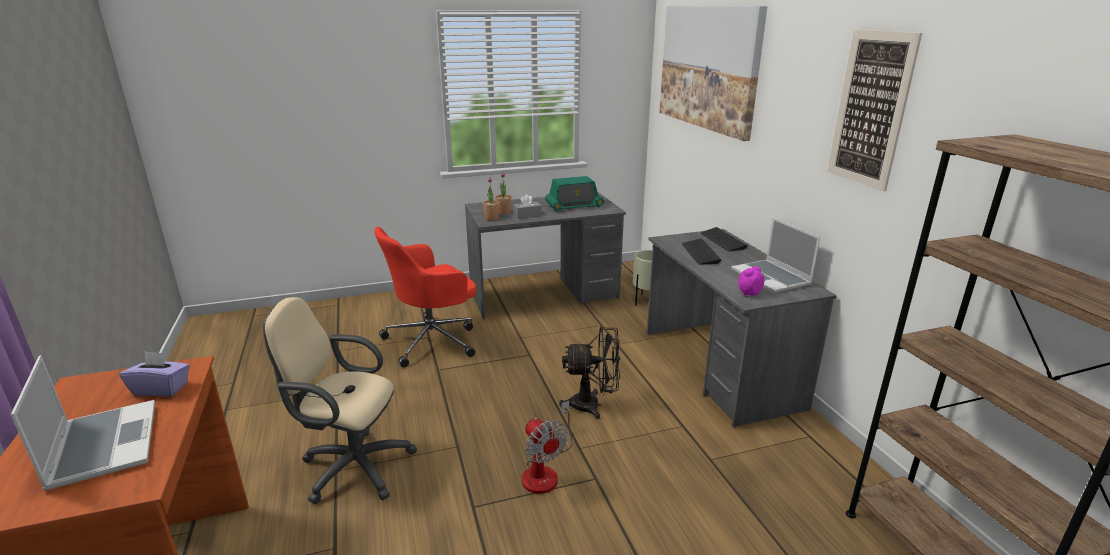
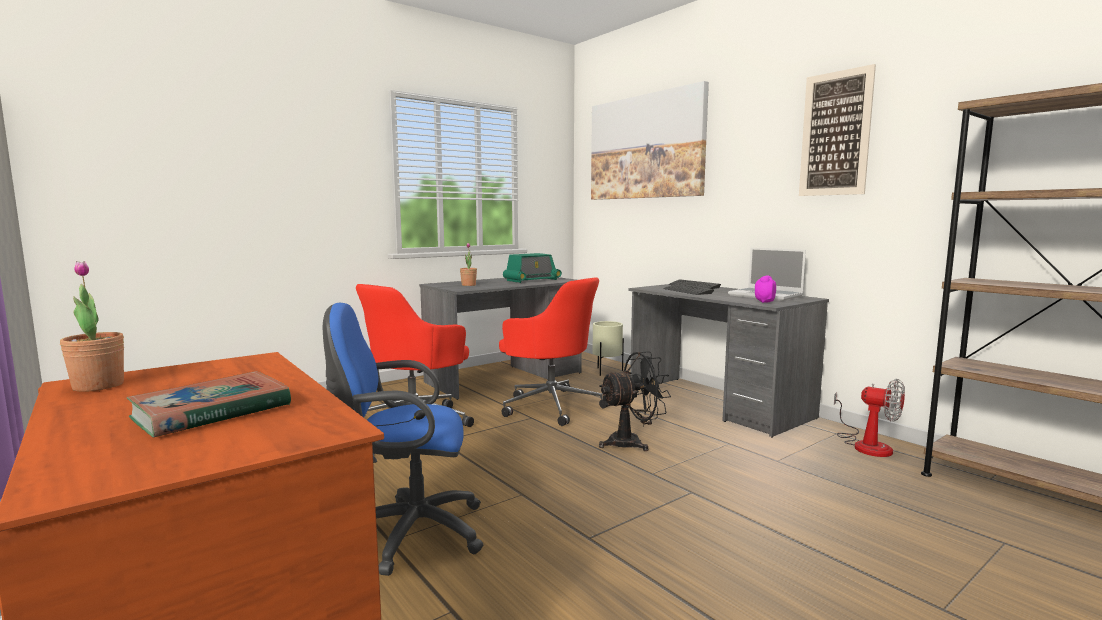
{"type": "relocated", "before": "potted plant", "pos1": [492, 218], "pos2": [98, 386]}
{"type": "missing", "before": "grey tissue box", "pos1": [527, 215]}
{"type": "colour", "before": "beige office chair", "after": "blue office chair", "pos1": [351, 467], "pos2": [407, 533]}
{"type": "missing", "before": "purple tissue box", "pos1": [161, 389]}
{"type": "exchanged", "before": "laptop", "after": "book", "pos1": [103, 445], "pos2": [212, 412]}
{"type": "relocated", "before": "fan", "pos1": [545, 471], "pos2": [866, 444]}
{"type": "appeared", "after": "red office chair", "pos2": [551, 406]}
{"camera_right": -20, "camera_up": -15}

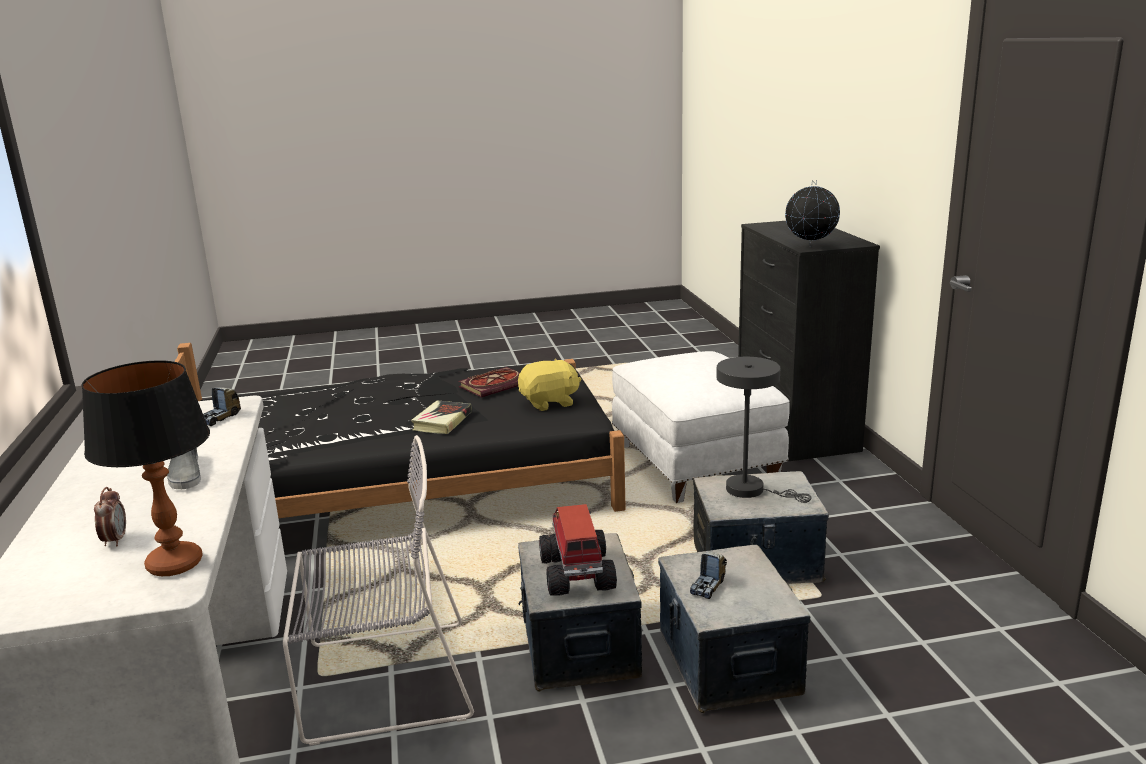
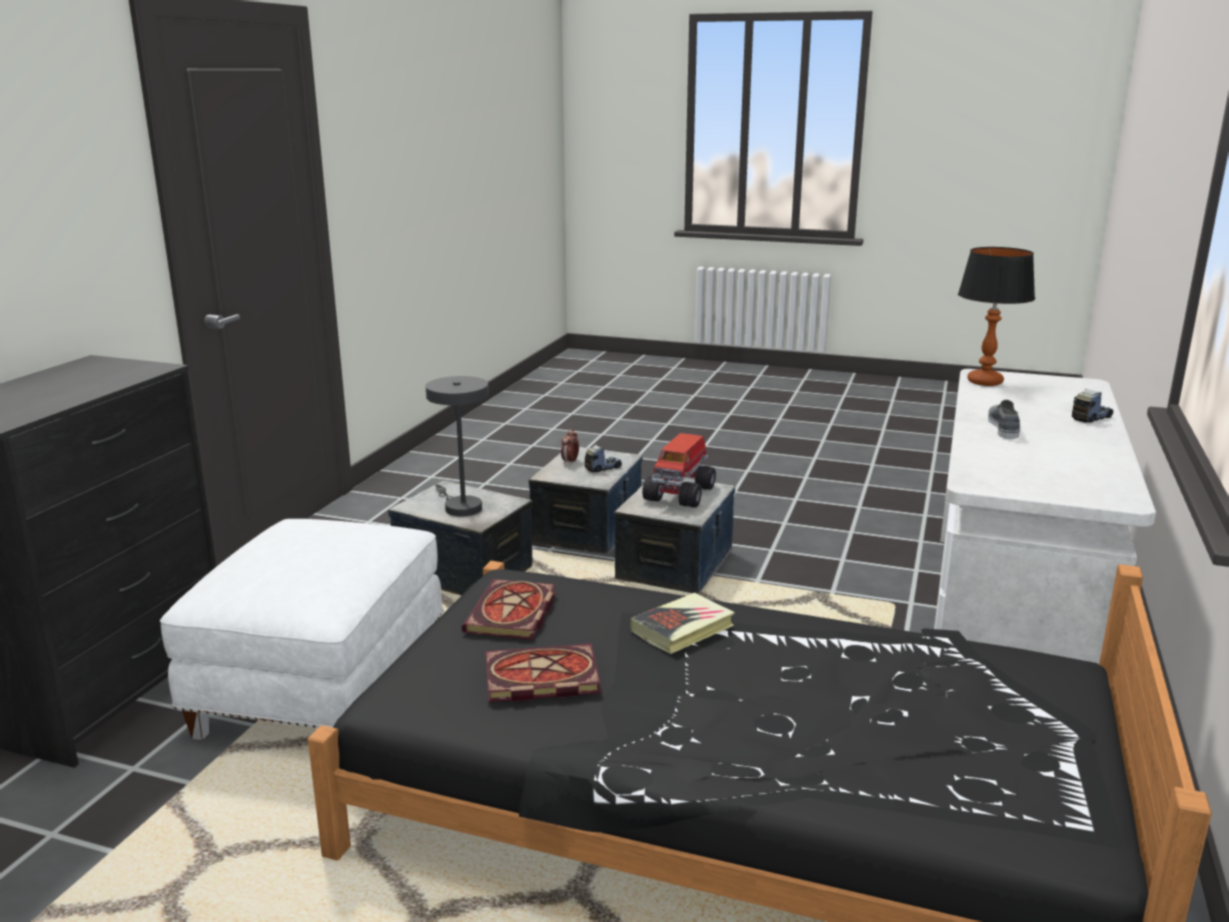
{"type": "missing", "before": "globe", "pos1": [810, 247]}
{"type": "exchanged", "before": "yellow plush toy", "after": "book", "pos1": [549, 403], "pos2": [513, 614]}
{"type": "relocated", "before": "toy truck", "pos1": [219, 418], "pos2": [1091, 418]}
{"type": "missing", "before": "grey chair", "pos1": [380, 681]}
{"type": "relocated", "before": "alarm clock", "pos1": [115, 540], "pos2": [570, 462]}
{"camera_right": -150, "camera_up": 0}

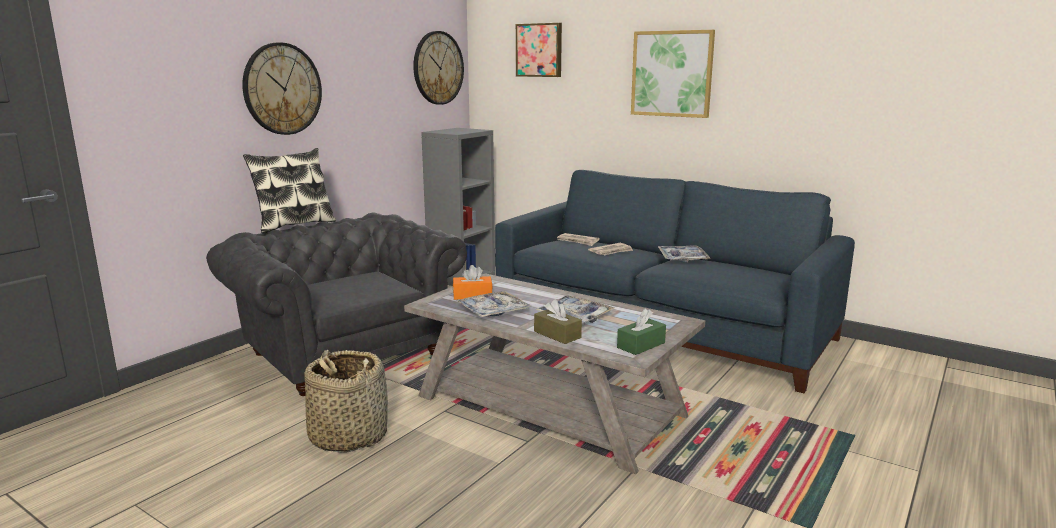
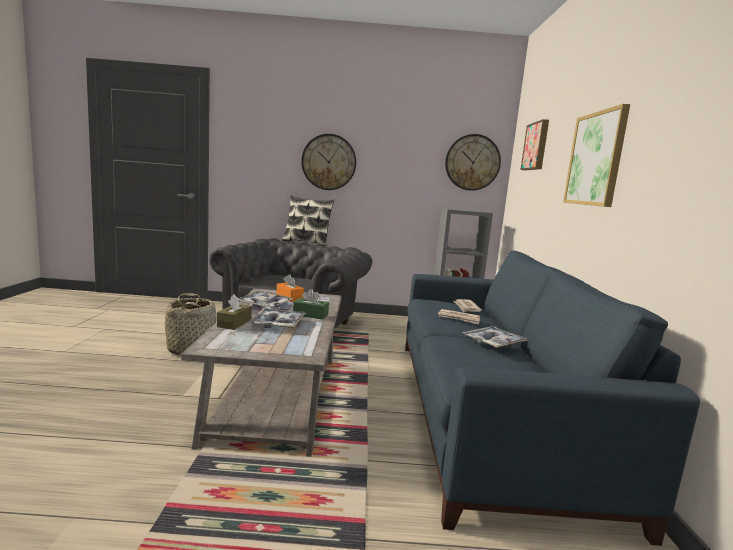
{"type": "relocated", "before": "green tissue box", "pos1": [641, 345], "pos2": [310, 315]}
{"camera_right": 55, "camera_up": -5}

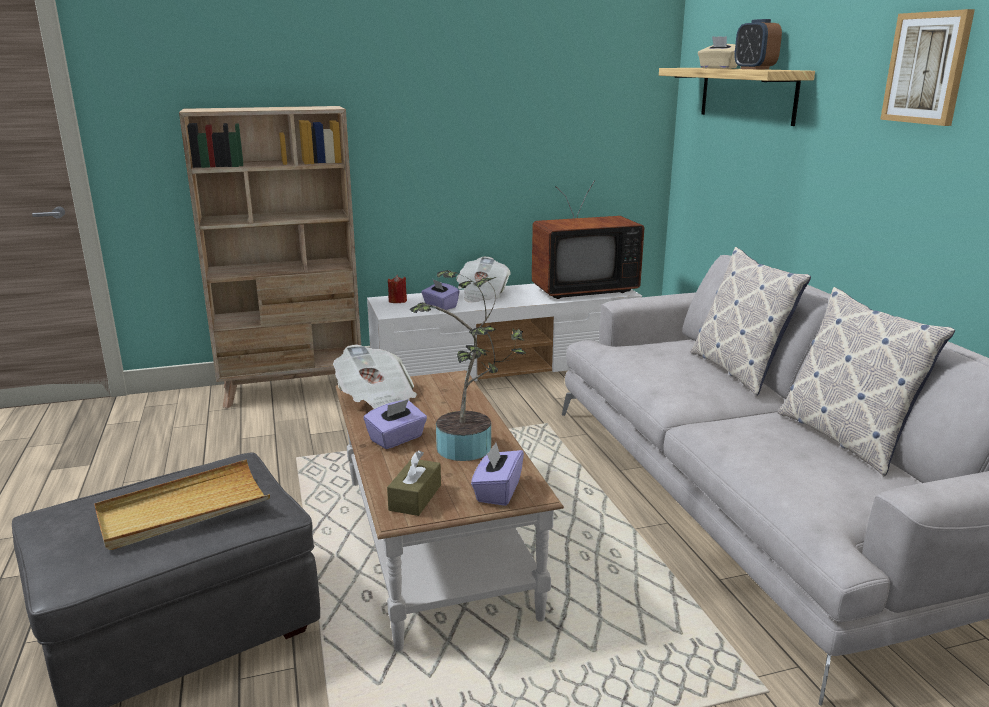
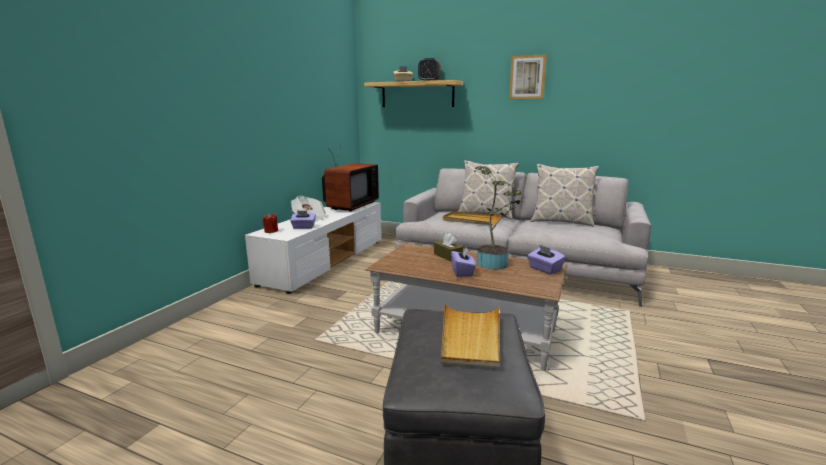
{"type": "missing", "before": "beige bookcase", "pos1": [293, 389]}
{"type": "missing", "before": "newspaper", "pos1": [376, 400]}
{"type": "relocated", "before": "brown tissue box", "pos1": [415, 497], "pos2": [448, 256]}
{"type": "appeared", "after": "beige tray", "pos2": [471, 220]}
{"camera_right": -50, "camera_up": -5}

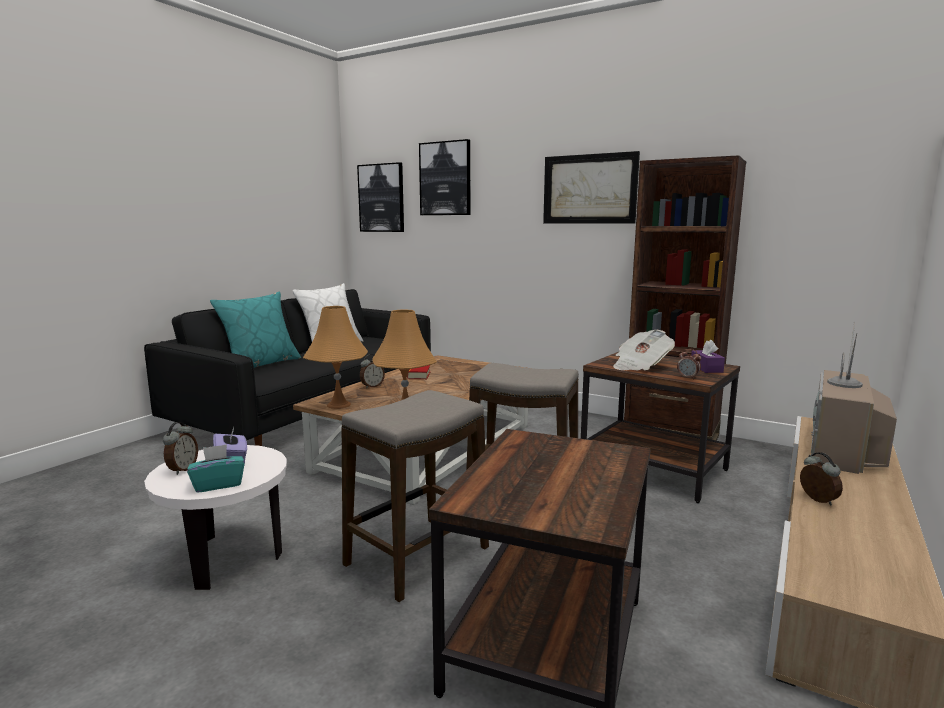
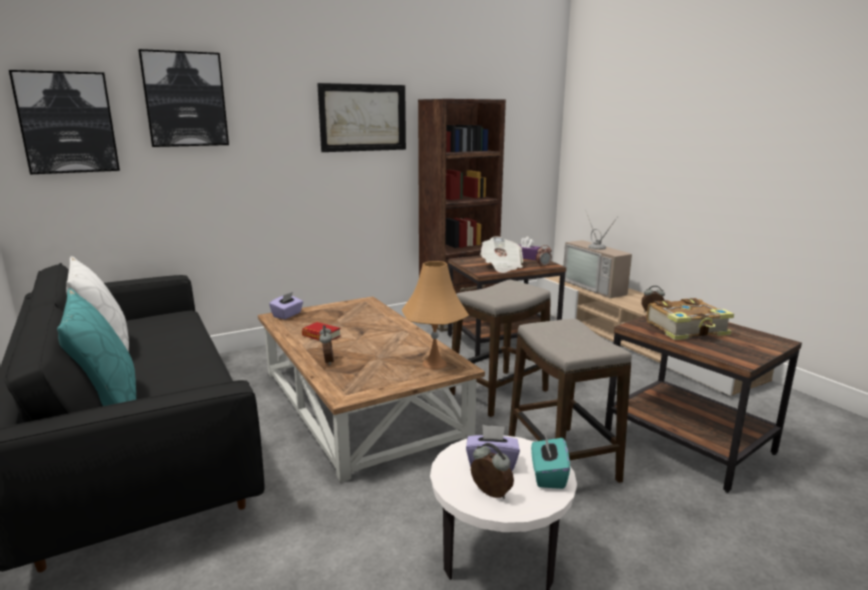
{"type": "missing", "before": "orange table lamp", "pos1": [338, 405]}
{"type": "appeared", "after": "purple tissue box", "pos2": [287, 315]}
{"type": "appeared", "after": "book", "pos2": [688, 329]}
{"camera_right": -60, "camera_up": 5}

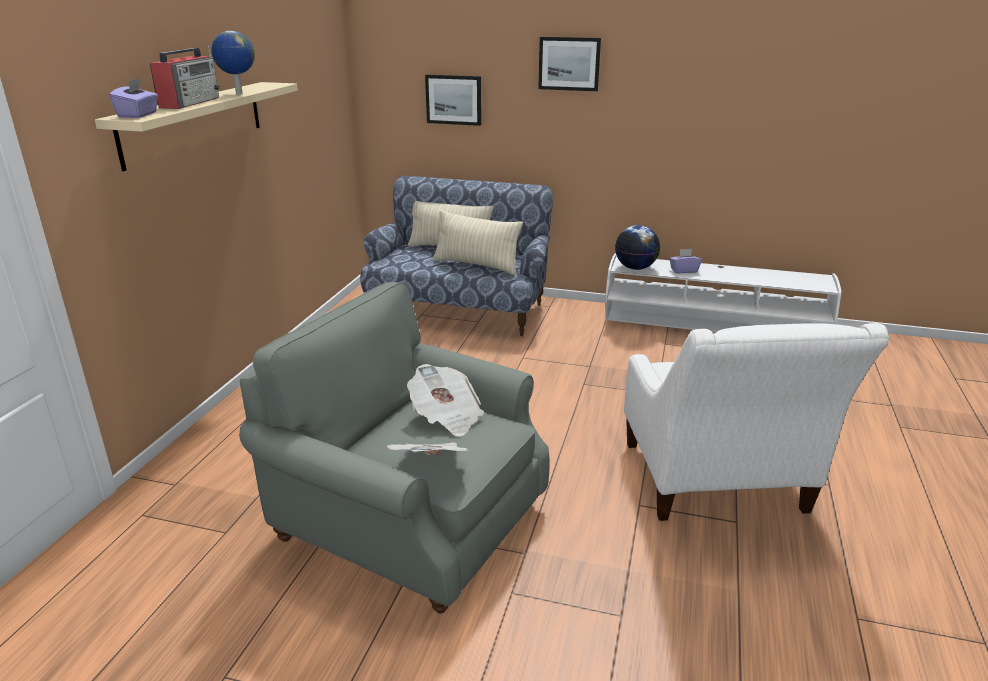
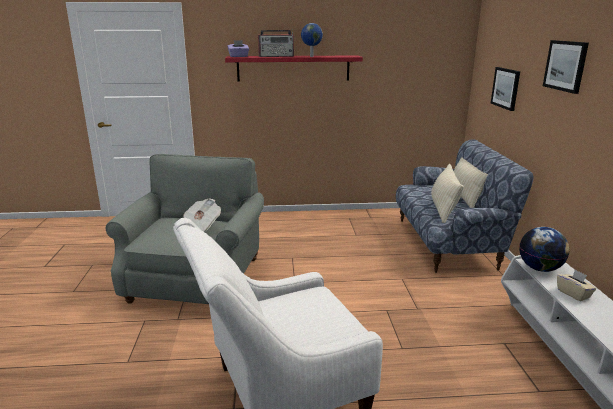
{"type": "colour", "before": "beige shelf", "after": "red shelf", "pos1": [194, 122], "pos2": [293, 68]}
{"type": "colour", "before": "purple tissue box", "after": "beige tissue box", "pos1": [683, 270], "pos2": [573, 294]}
{"type": "missing", "before": "newspaper", "pos1": [432, 465]}
{"camera_right": 70, "camera_up": -5}

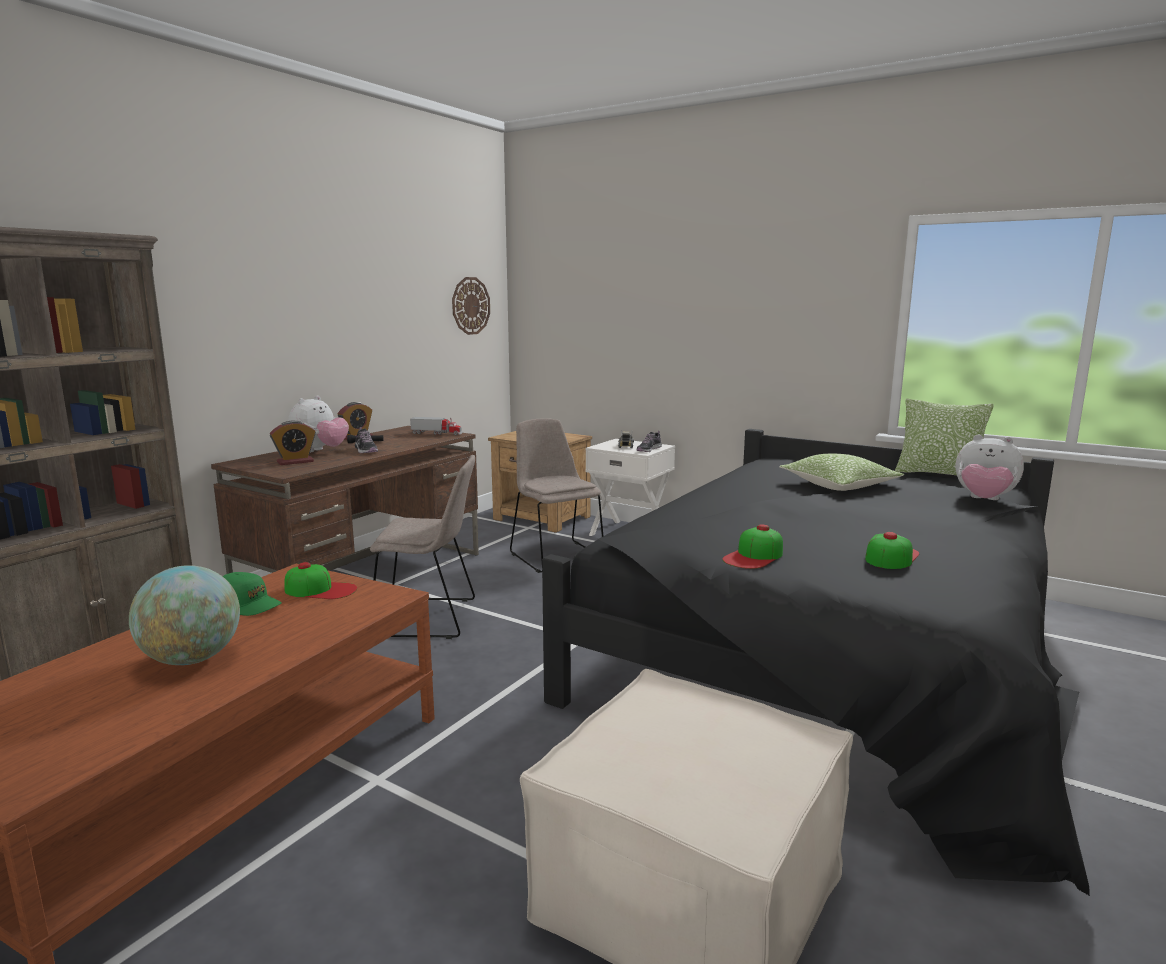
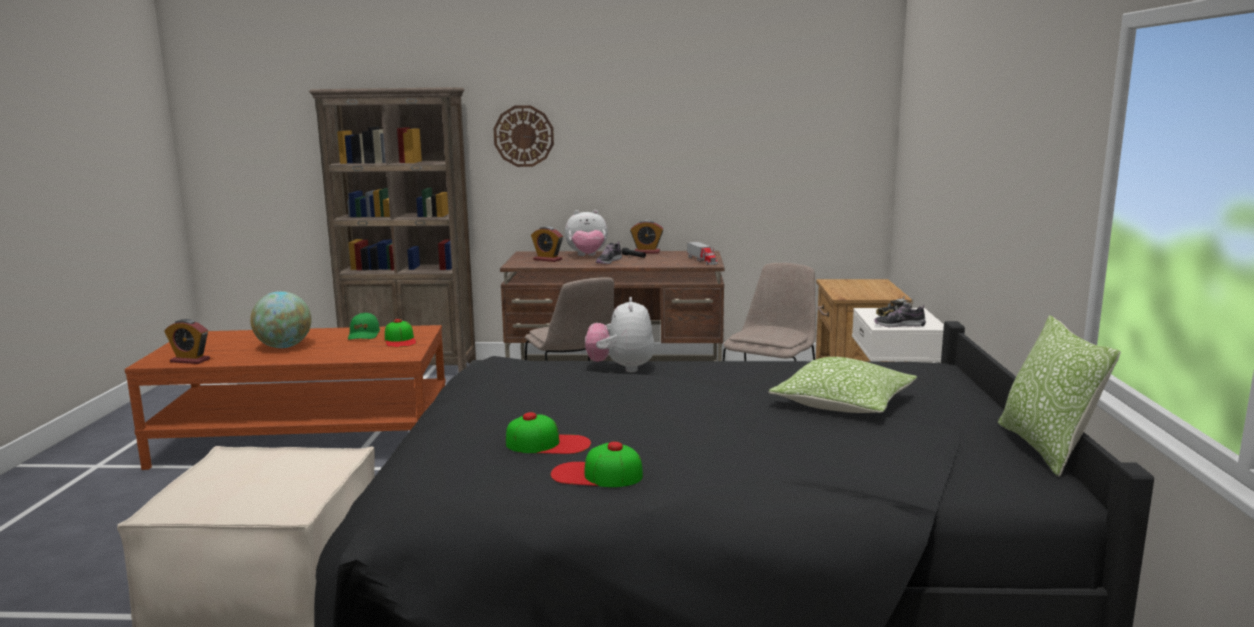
{"type": "relocated", "before": "wall clock", "pos1": [470, 306], "pos2": [523, 136]}
{"type": "relocated", "before": "plush toy", "pos1": [984, 500], "pos2": [621, 368]}
{"type": "relocated", "before": "cap", "pos1": [754, 556], "pos2": [596, 474]}
{"type": "appeared", "after": "alarm clock", "pos2": [190, 360]}
{"camera_right": 60, "camera_up": 0}

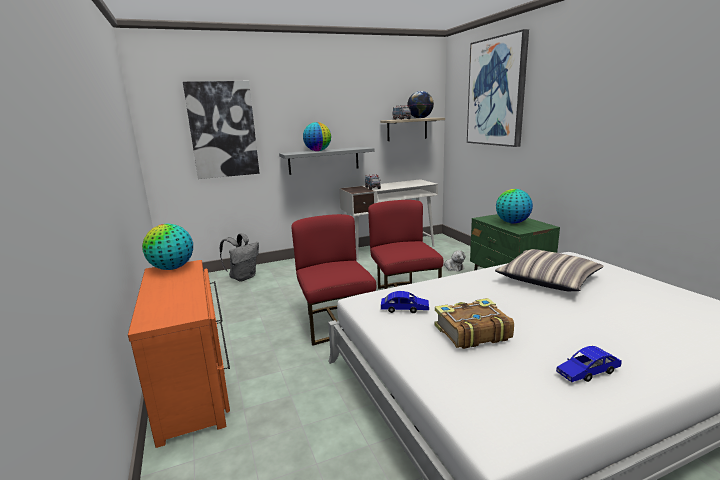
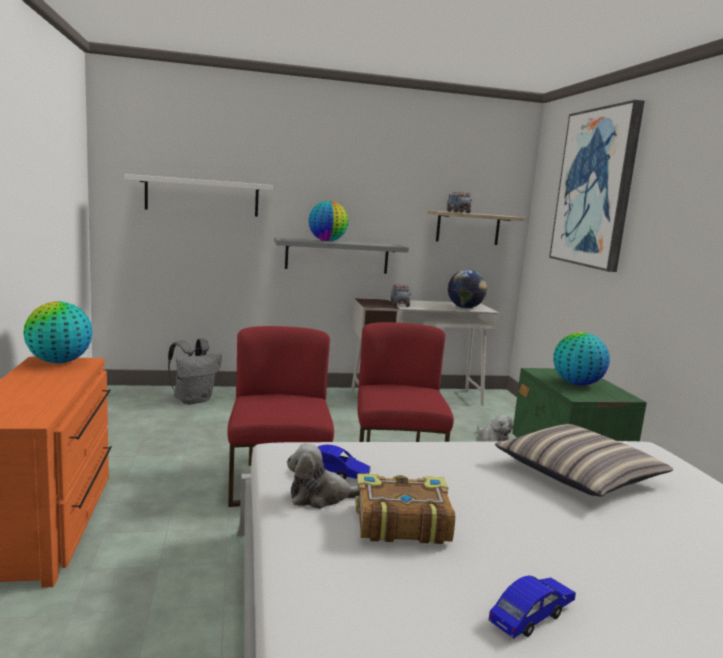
{"type": "exchanged", "before": "picture", "after": "white shelf", "pos1": [223, 130], "pos2": [202, 196]}
{"type": "relocated", "before": "globe", "pos1": [420, 118], "pos2": [465, 308]}
{"type": "spun", "before": "blue toy car", "pos1": [588, 372], "pos2": [532, 615], "turn": 150}
{"type": "appeared", "after": "plush toy", "pos2": [321, 496]}
{"camera_right": 10, "camera_up": -5}

